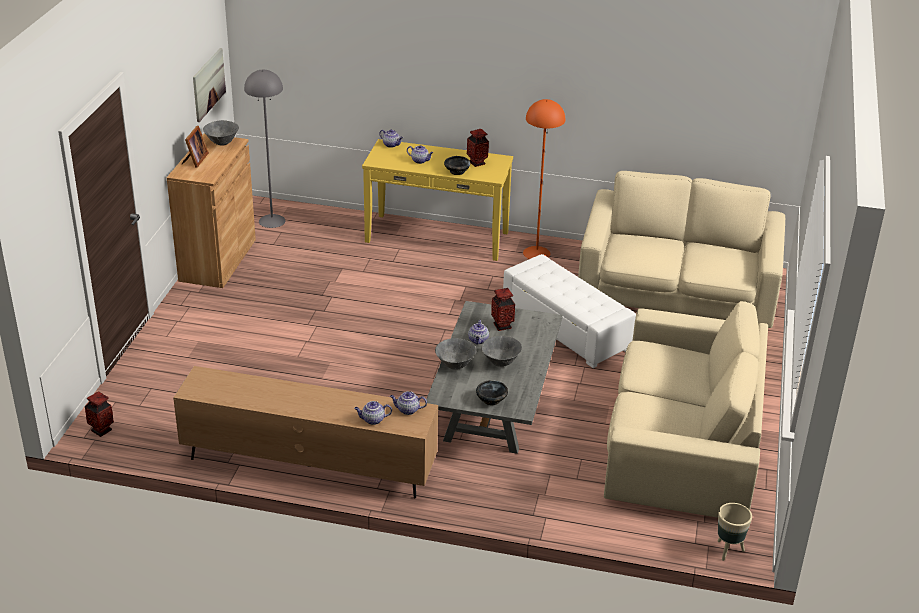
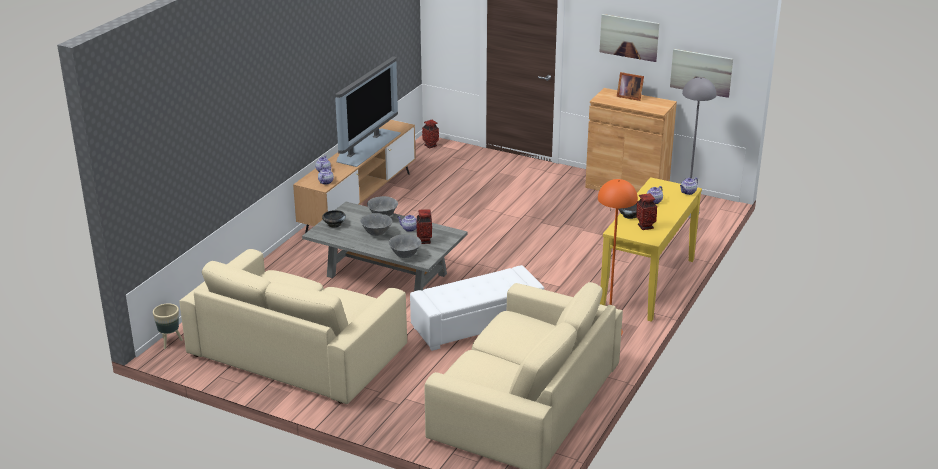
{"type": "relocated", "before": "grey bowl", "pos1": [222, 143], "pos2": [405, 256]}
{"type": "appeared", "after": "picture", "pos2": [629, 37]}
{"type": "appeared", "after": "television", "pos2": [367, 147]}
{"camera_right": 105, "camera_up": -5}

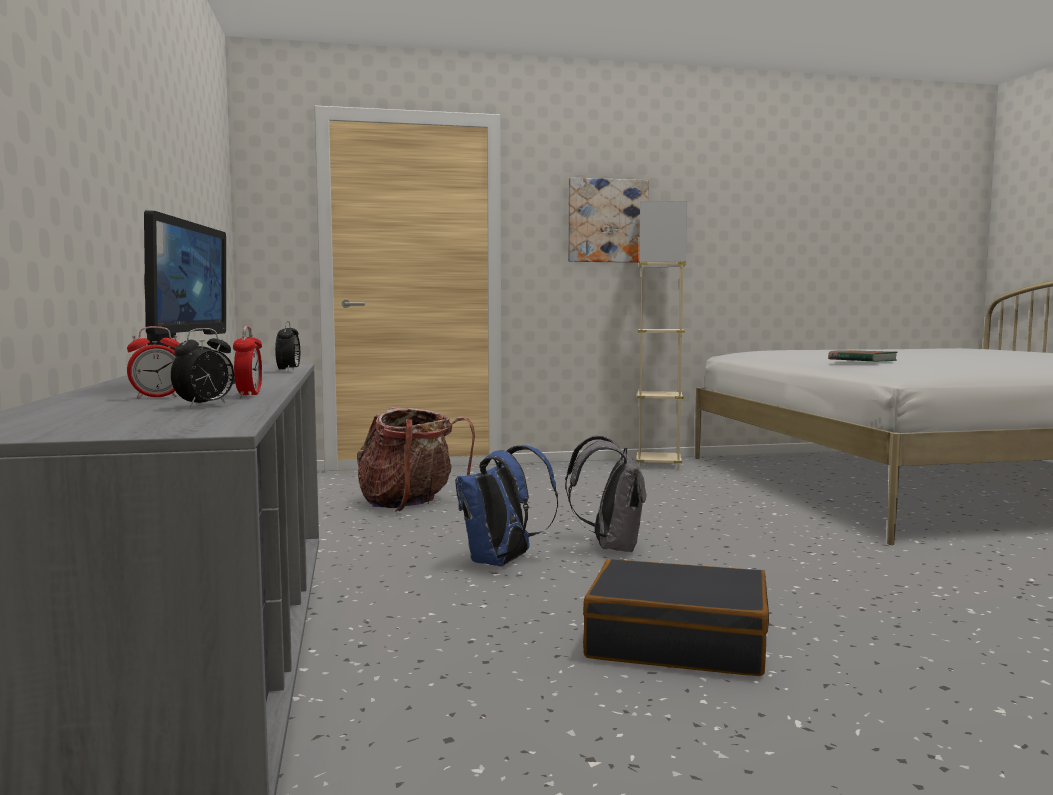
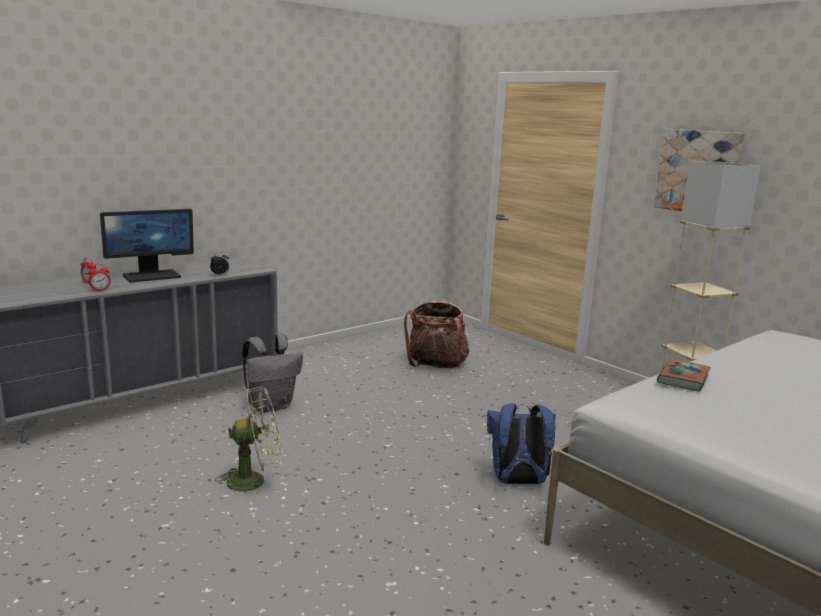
{"type": "missing", "before": "alarm clock", "pos1": [205, 405]}
{"type": "relocated", "before": "grey backpack", "pos1": [611, 547], "pos2": [271, 406]}
{"type": "relocated", "before": "blue backpack", "pos1": [502, 562], "pos2": [518, 482]}
{"type": "exchanged", "before": "black suitcase", "after": "green fan", "pos1": [677, 642], "pos2": [254, 480]}
{"camera_right": 60, "camera_up": 10}

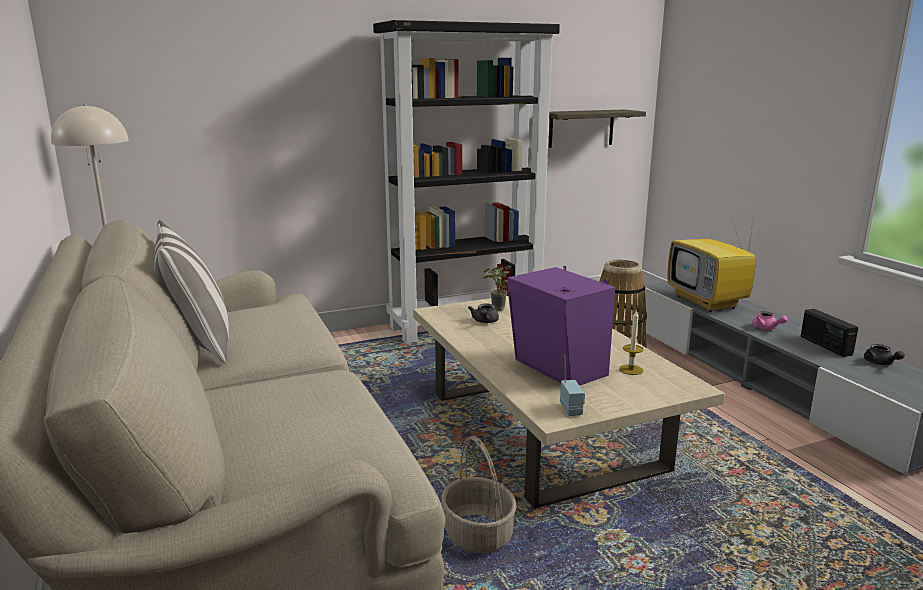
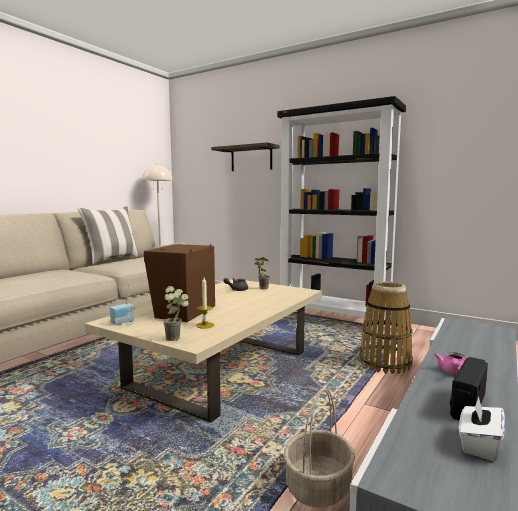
{"type": "relocated", "before": "shelf", "pos1": [581, 128], "pos2": [251, 158]}
{"type": "missing", "before": "television", "pos1": [708, 302]}
{"type": "colour", "before": "purple speaker", "after": "brown speaker", "pos1": [558, 369], "pos2": [182, 311]}
{"type": "exchanged", "before": "grey teapot", "after": "white tissue box", "pos1": [880, 363], "pos2": [479, 445]}
{"type": "relocated", "before": "basket", "pos1": [479, 534], "pos2": [318, 487]}
{"type": "appeared", "after": "potted plant", "pos2": [177, 338]}
{"camera_right": 55, "camera_up": -10}

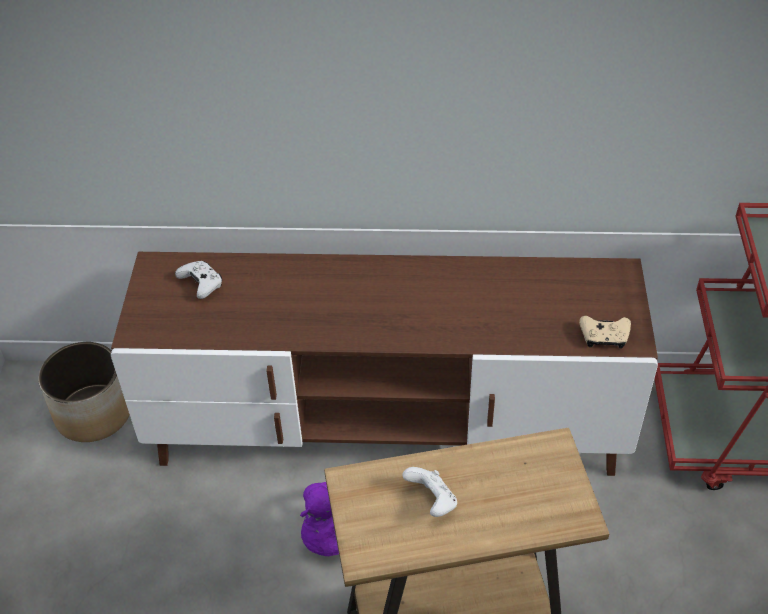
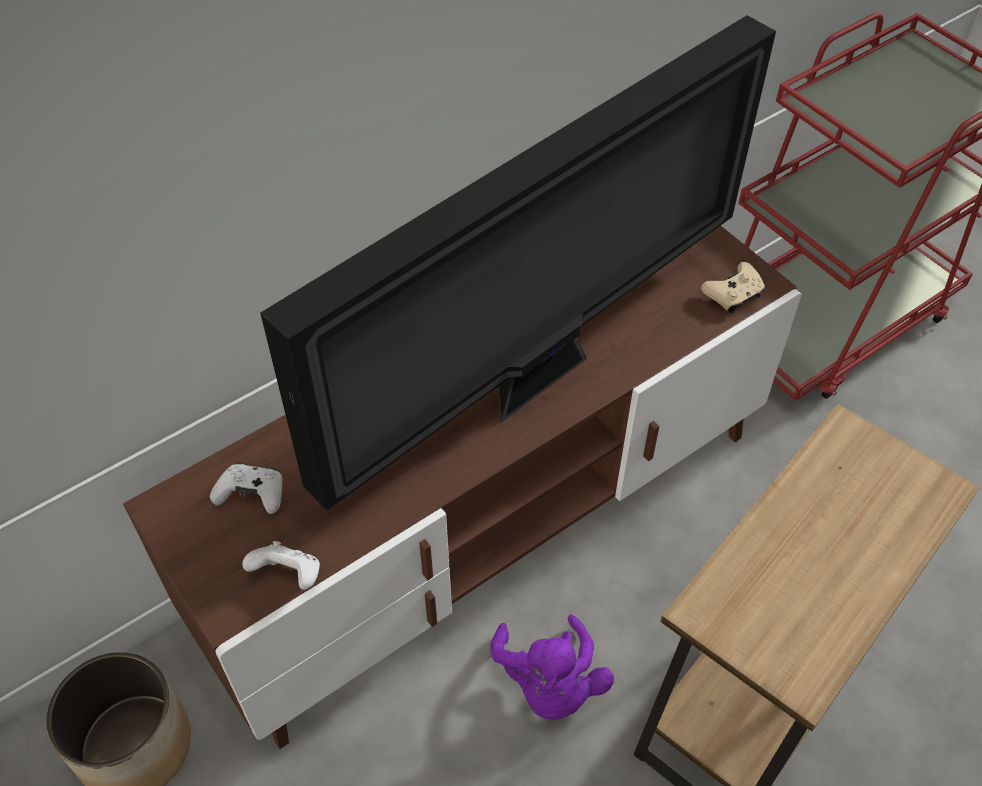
{"type": "relocated", "before": "white game controller", "pos1": [432, 501], "pos2": [289, 576]}
{"type": "appeared", "after": "television", "pos2": [539, 375]}
{"camera_right": -40, "camera_up": 5}

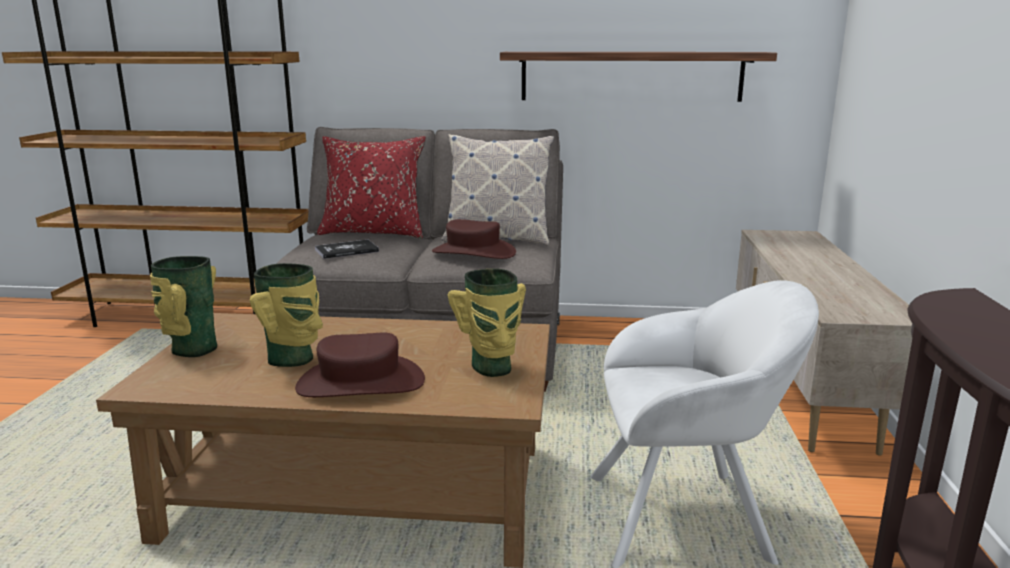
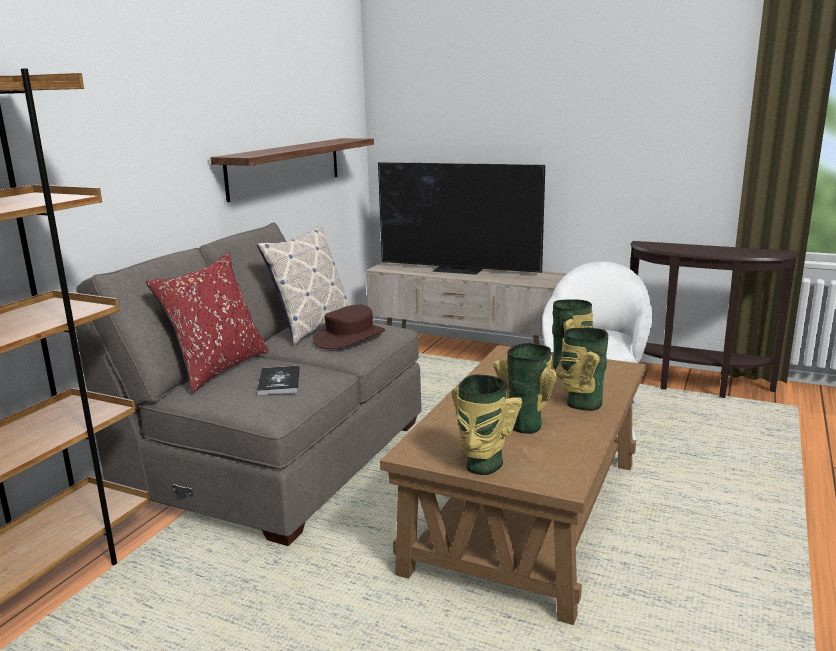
{"type": "exchanged", "before": "brown hat", "after": "vase", "pos1": [360, 383], "pos2": [581, 403]}
{"type": "appeared", "after": "television", "pos2": [458, 270]}
{"camera_right": -70, "camera_up": 0}

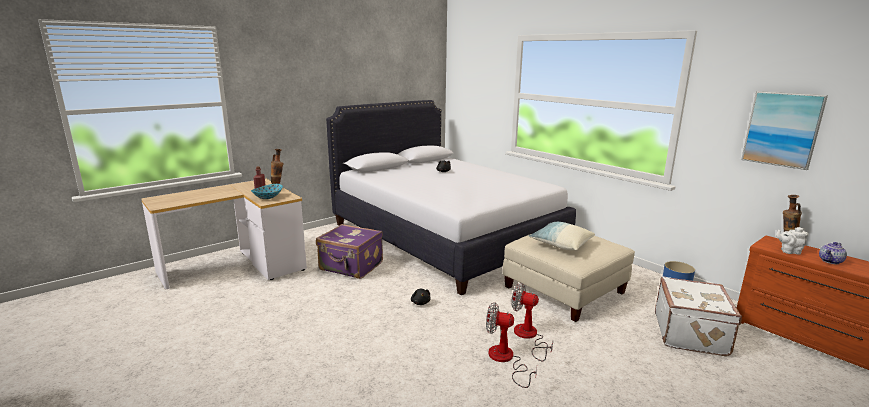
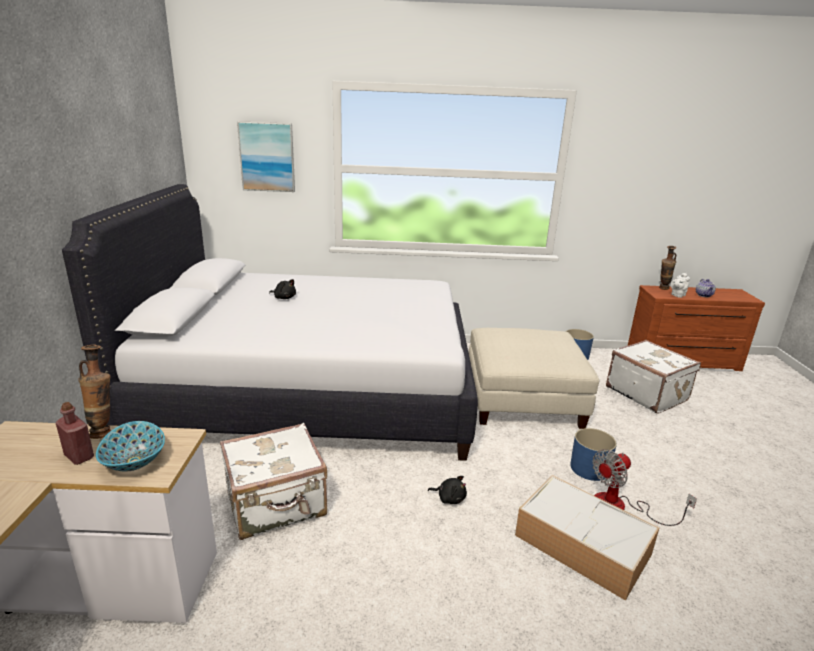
{"type": "relocated", "before": "picture", "pos1": [782, 129], "pos2": [267, 157]}
{"type": "missing", "before": "pillow", "pos1": [561, 244]}
{"type": "colour", "before": "purple suitcase", "after": "white suitcase", "pos1": [351, 267], "pos2": [277, 504]}
{"type": "exchanged", "before": "fan", "after": "blue planter", "pos1": [528, 337], "pos2": [589, 468]}
{"type": "appeared", "after": "storage box", "pos2": [584, 545]}
{"camera_right": -50, "camera_up": 5}

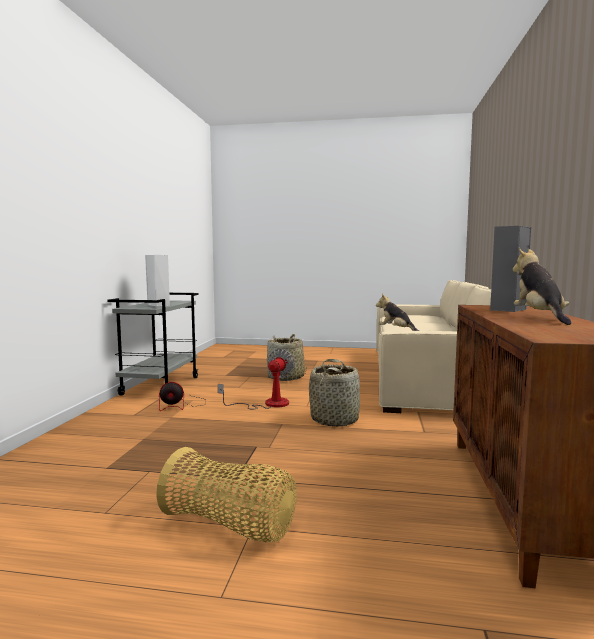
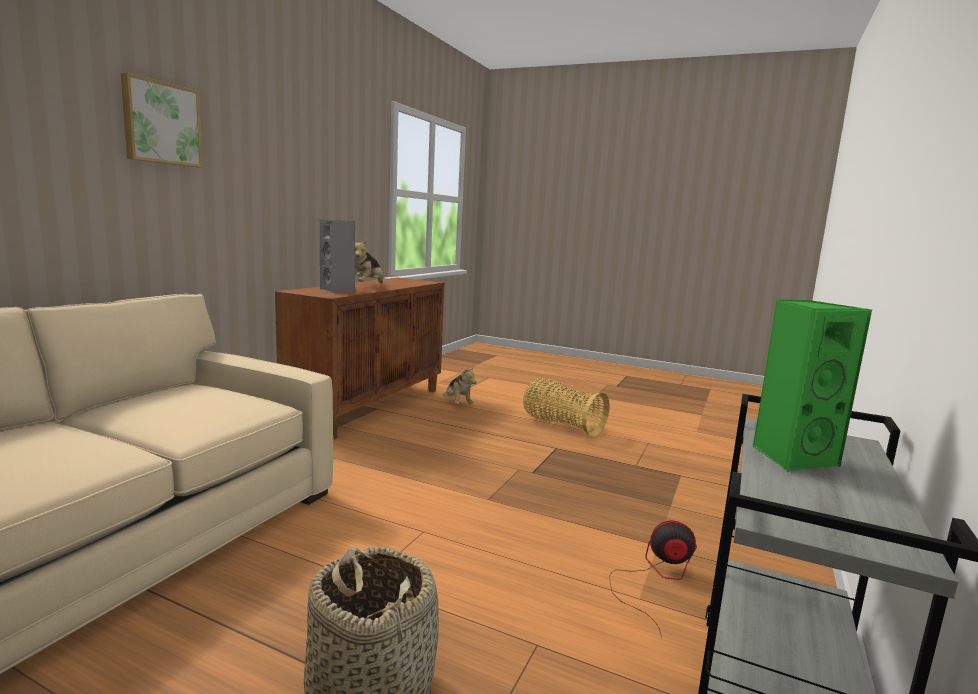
{"type": "colour", "before": "white speaker", "after": "green speaker", "pos1": [159, 305], "pos2": [792, 457]}
{"type": "relocated", "before": "plush toy", "pos1": [396, 330], "pos2": [457, 403]}
{"type": "missing", "before": "fan", "pos1": [267, 404]}
{"type": "missing", "before": "basket", "pos1": [335, 419]}
{"type": "appeared", "after": "picture", "pos2": [161, 123]}
{"camera_right": -165, "camera_up": 5}

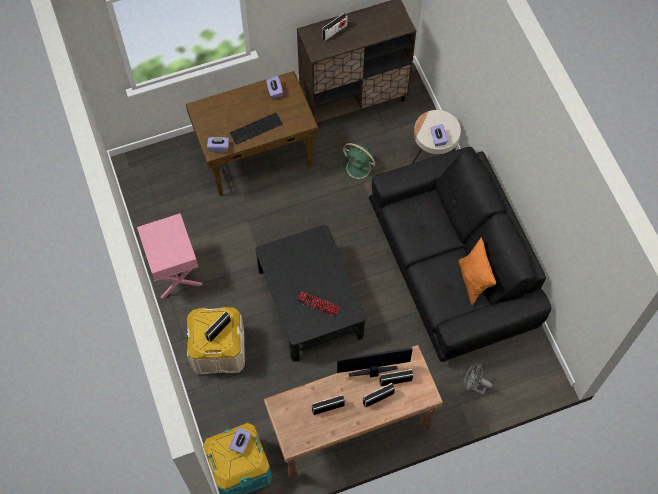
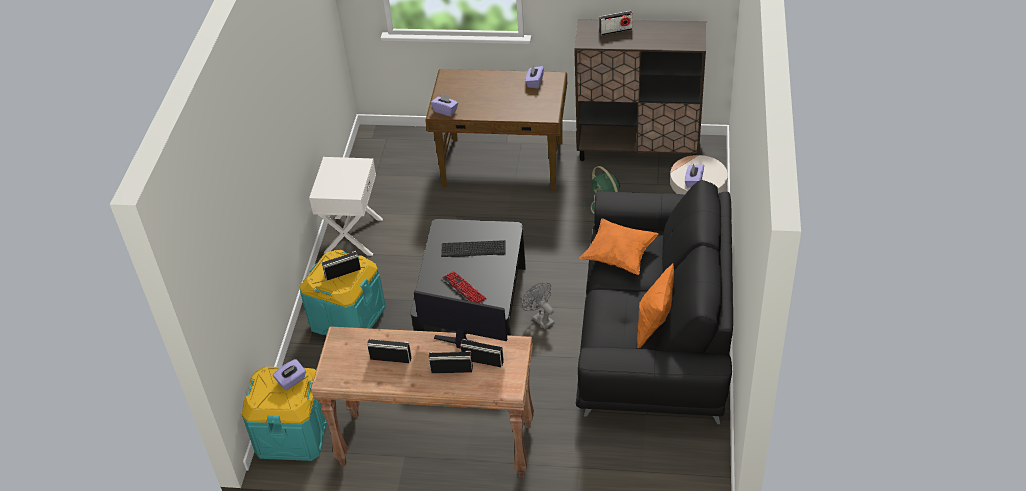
{"type": "relocated", "before": "keyboard", "pos1": [257, 129], "pos2": [474, 249]}
{"type": "colour", "before": "pink nightstand", "after": "white nightstand", "pos1": [174, 272], "pos2": [352, 235]}
{"type": "colour", "before": "beige storage box", "after": "turquoise storage box", "pos1": [218, 350], "pos2": [347, 317]}
{"type": "relocated", "before": "grey fan", "pos1": [473, 386], "pos2": [540, 319]}
{"type": "appeared", "after": "orange pillow", "pos2": [619, 256]}
{"camera_right": 30, "camera_up": -20}

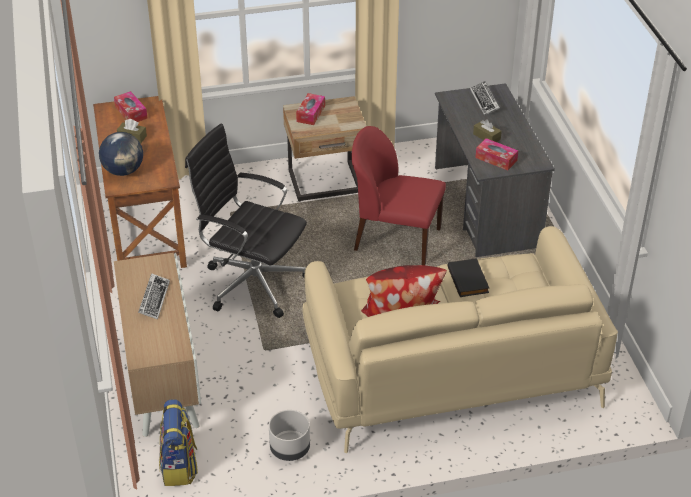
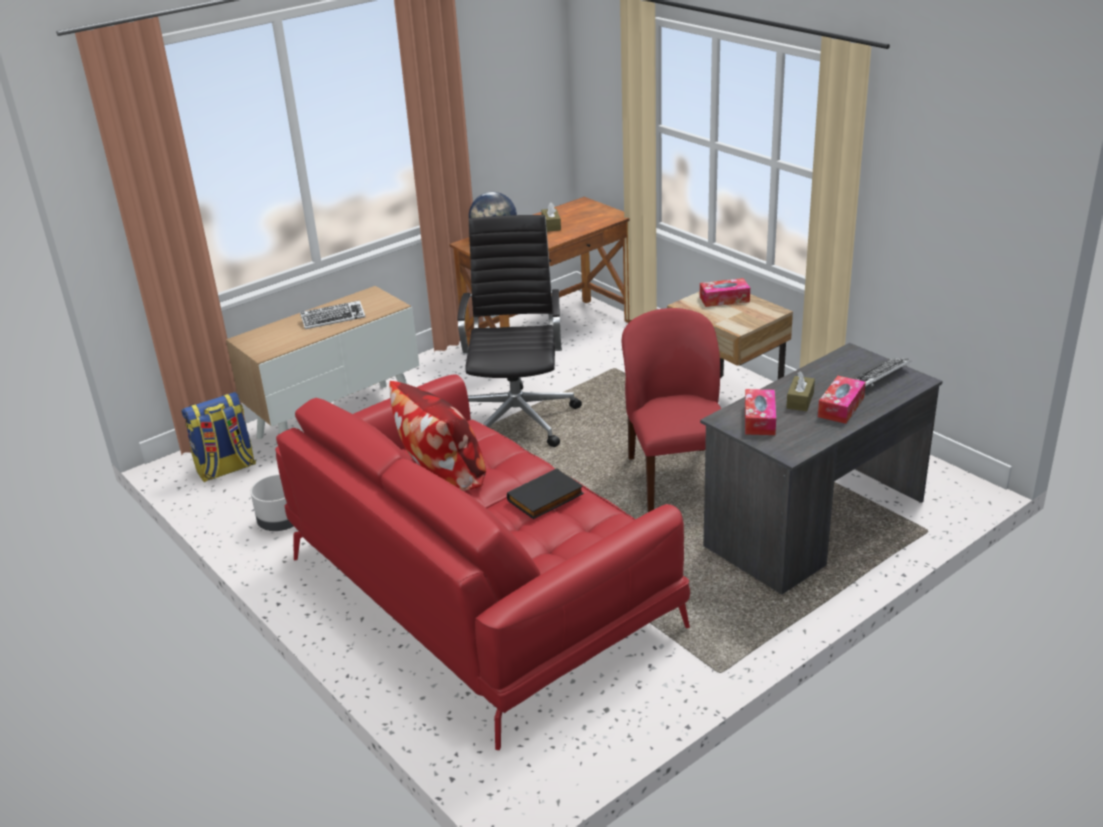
{"type": "relocated", "before": "tissue box", "pos1": [131, 112], "pos2": [841, 407]}
{"type": "colour", "before": "beige sofa", "after": "red sofa", "pos1": [449, 369], "pos2": [478, 590]}
{"camera_right": 65, "camera_up": -10}

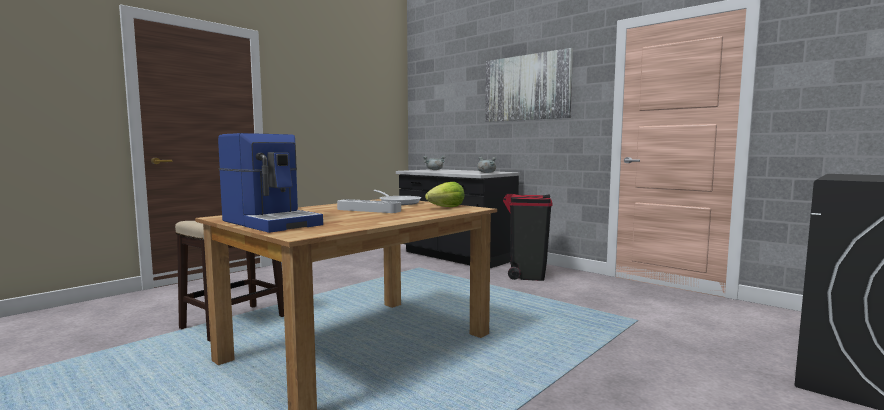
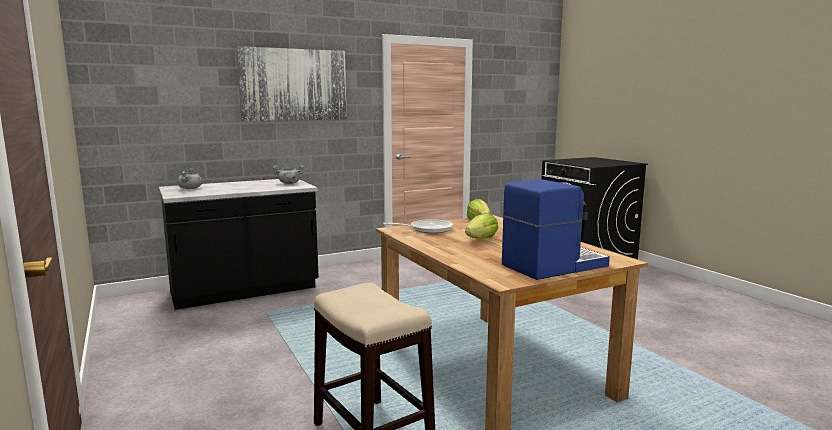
{"type": "missing", "before": "black trash can", "pos1": [527, 274]}
{"type": "exchanged", "before": "grey tray", "after": "lettuce", "pos1": [368, 210], "pos2": [481, 239]}
{"camera_right": -70, "camera_up": 5}

